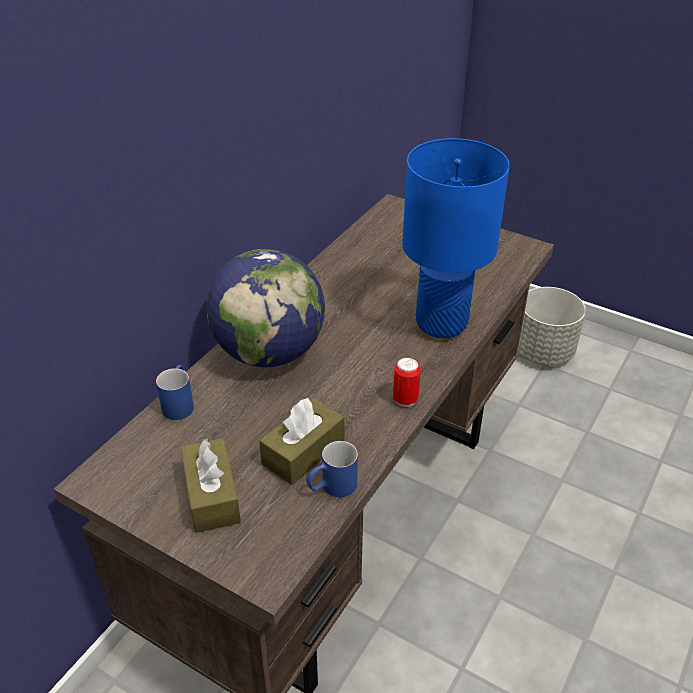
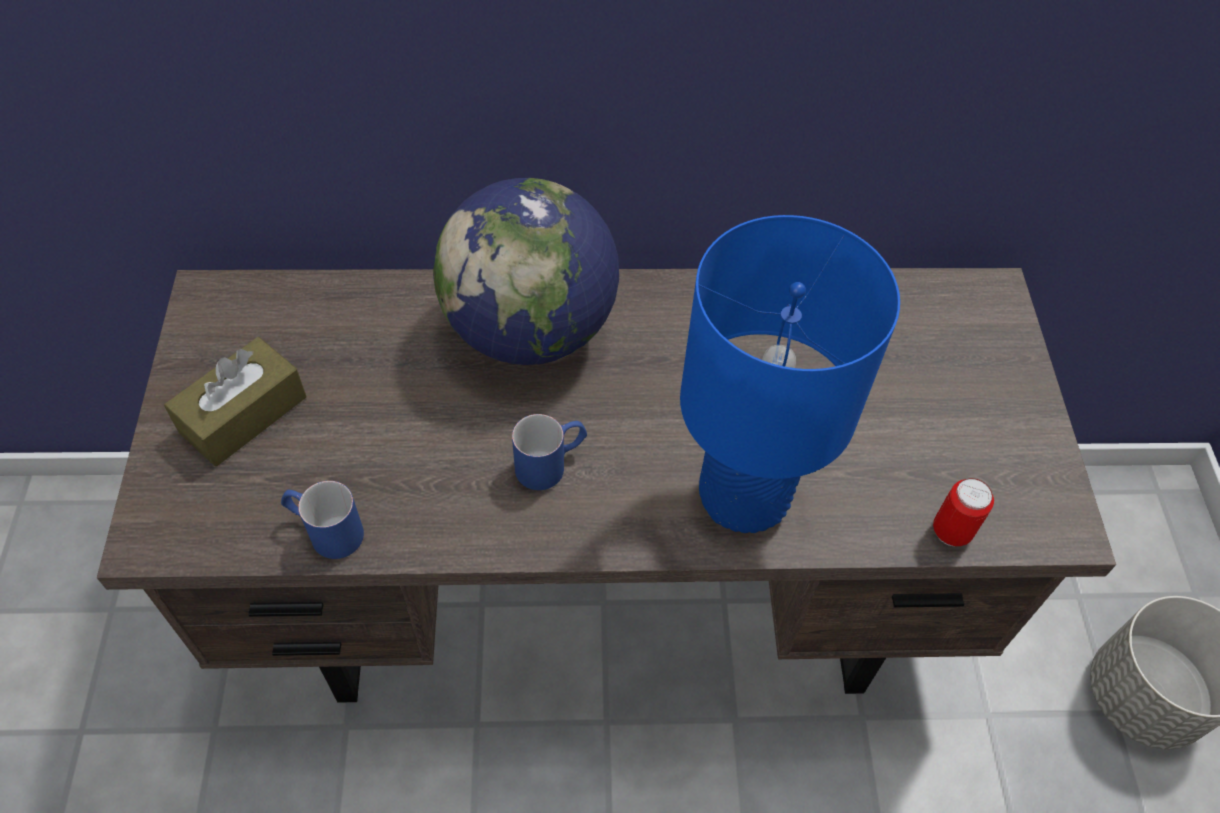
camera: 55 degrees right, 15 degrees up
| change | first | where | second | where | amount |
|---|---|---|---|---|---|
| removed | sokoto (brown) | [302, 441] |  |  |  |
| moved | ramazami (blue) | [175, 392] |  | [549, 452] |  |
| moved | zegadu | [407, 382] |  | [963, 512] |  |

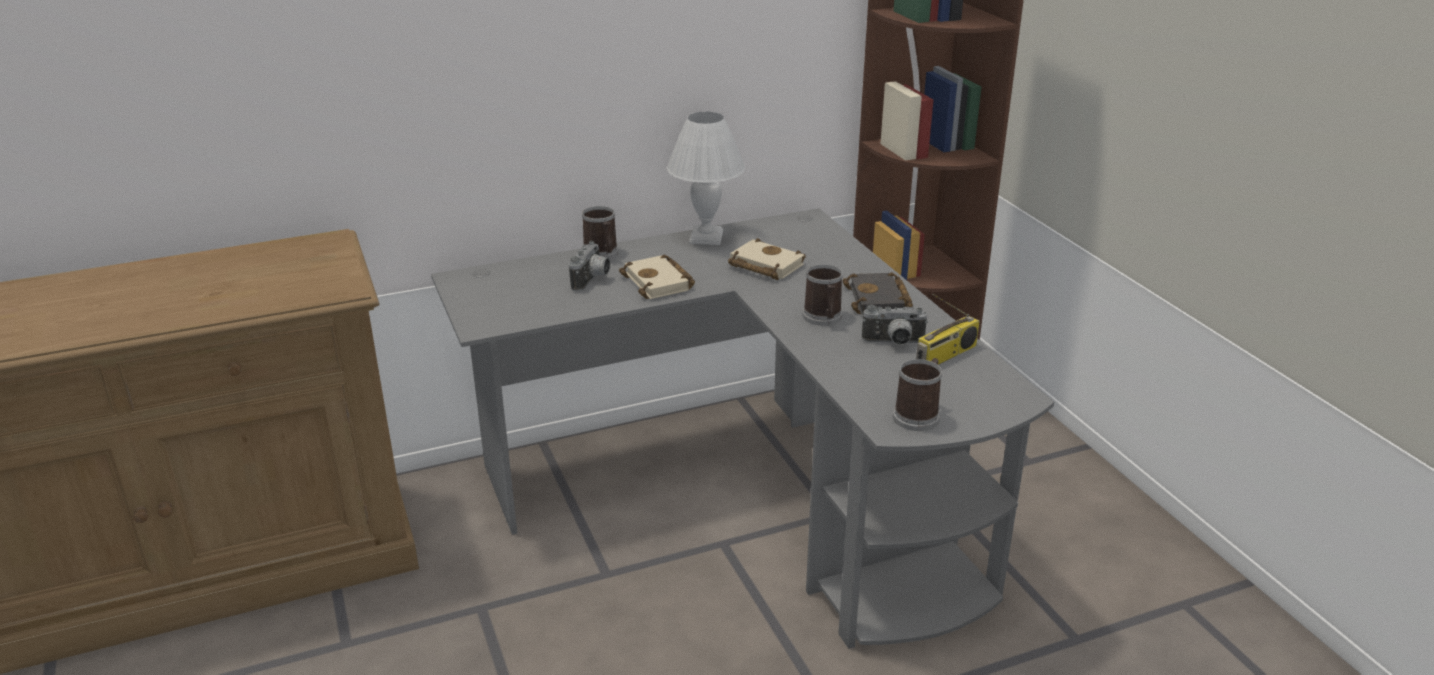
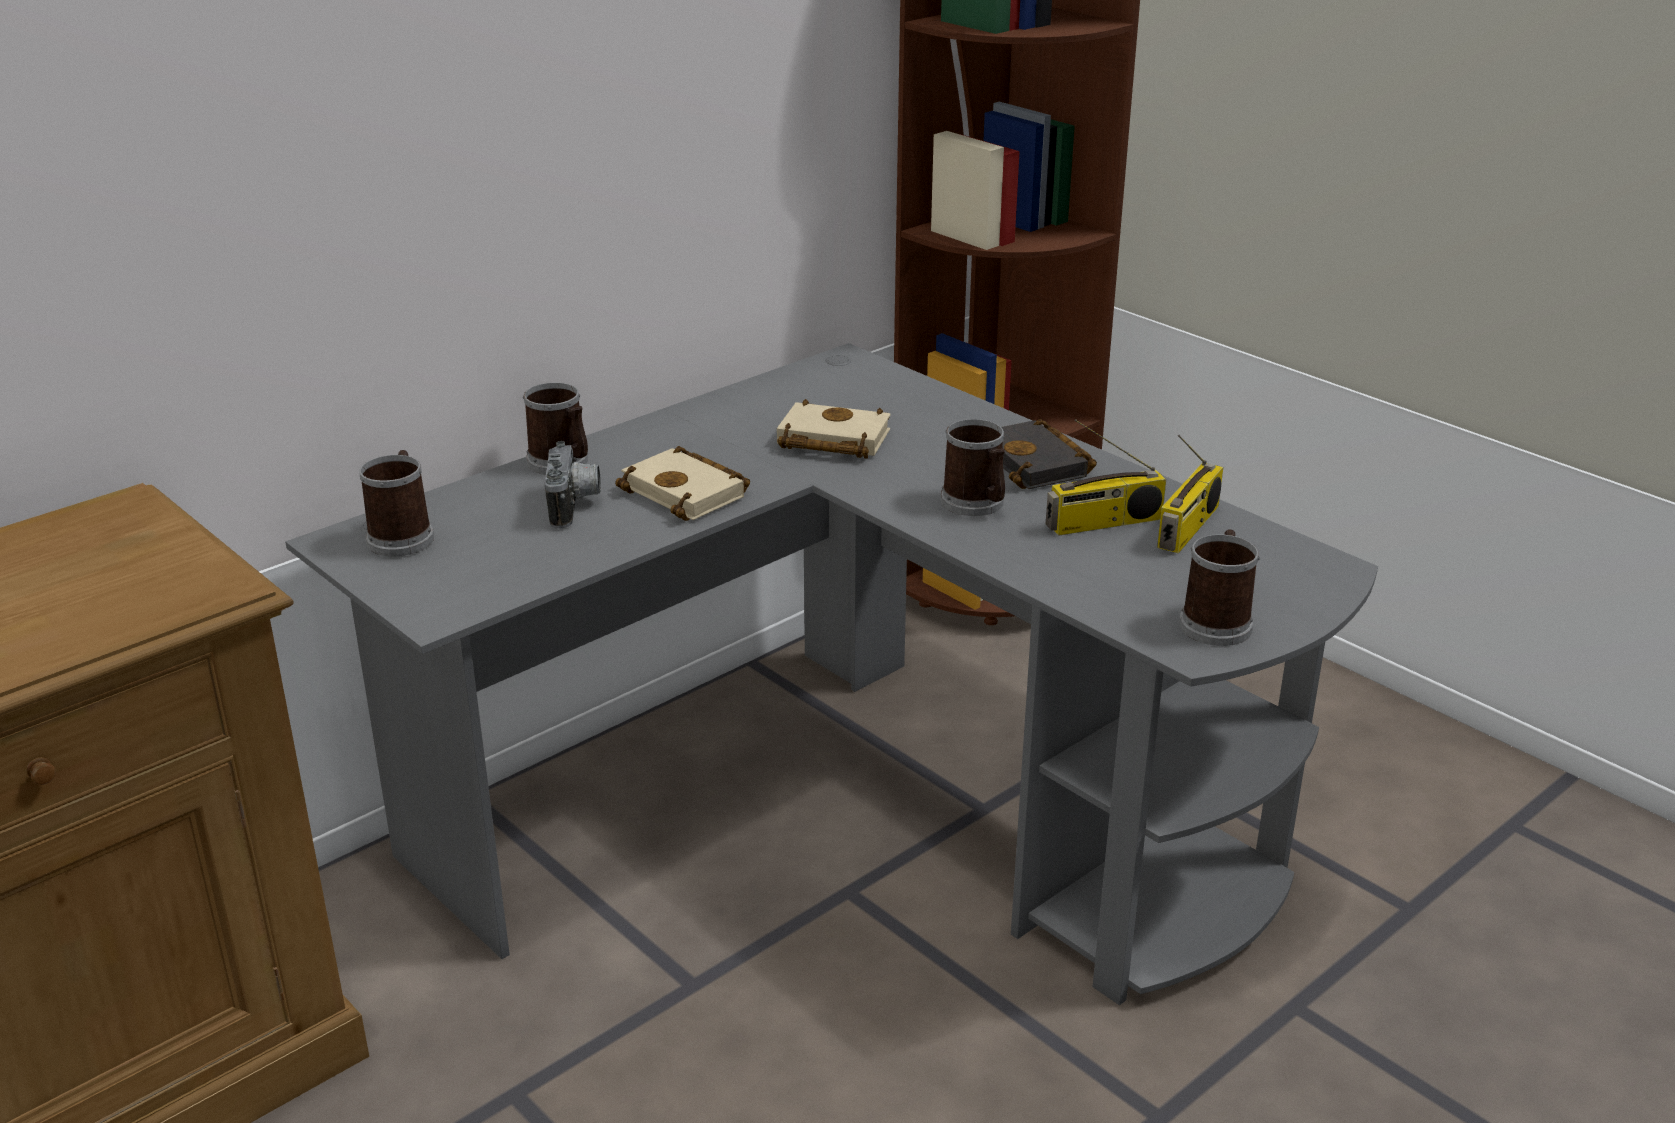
camera: 20 degrees left, 0 degrees up
| change | first | where | second | where | amount |
|---|---|---|---|---|---|
| removed | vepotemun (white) | [706, 178] |  |  |  |
| added |  |  | ramazami | [396, 503] |  |
| replaced | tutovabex | [895, 325] | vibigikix | [1106, 477] |  |

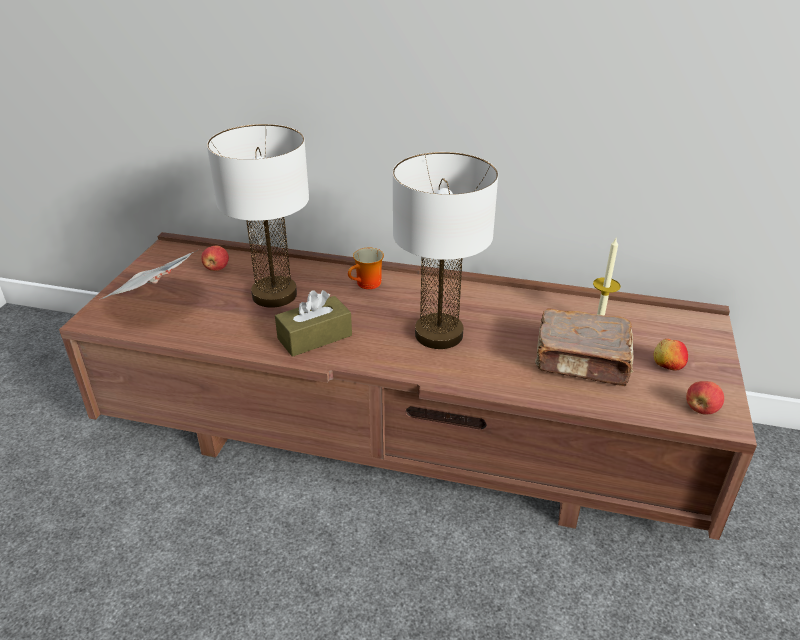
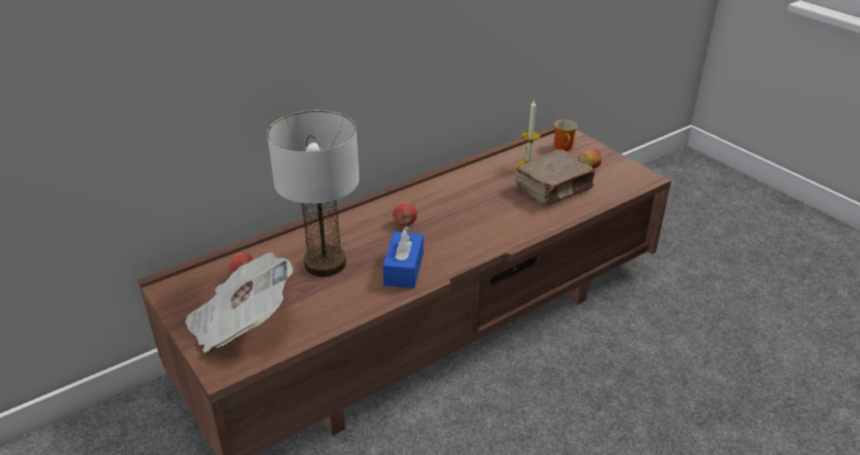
camera: 50 degrees left, 0 degrees up
| change | first | where | second | where | amount |
|---|---|---|---|---|---|
| removed | vepotemun | [445, 250] |  |  |  |
| moved | ramazami | [366, 268] |  | [566, 135] |  |
| moved | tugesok | [705, 398] |  | [405, 214] |  |
| recoloured | sokoto (brown) | [313, 323] | sokoto (blue) | [403, 257] |  |

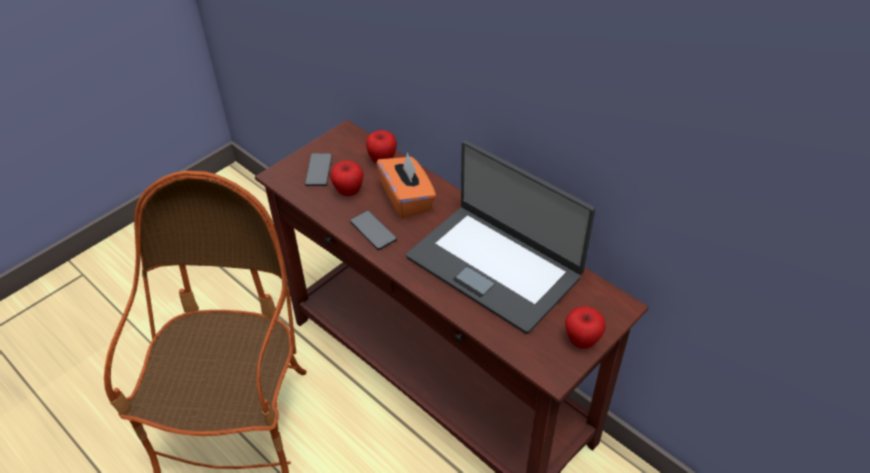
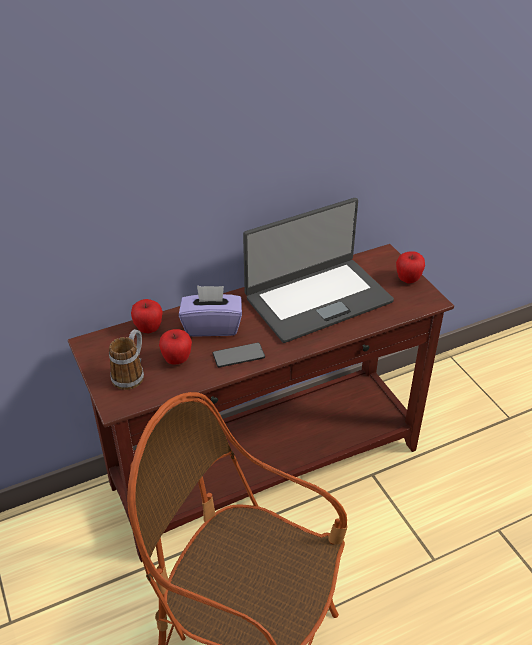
camera: 70 degrees left, 5 degrees down
| change | first | where | second | where | amount |
|---|---|---|---|---|---|
| replaced | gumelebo | [318, 169] | ramazami | [126, 359] |  |
| recoloured | sokoto (orange) | [406, 185] | sokoto (purple) | [210, 311] |  |

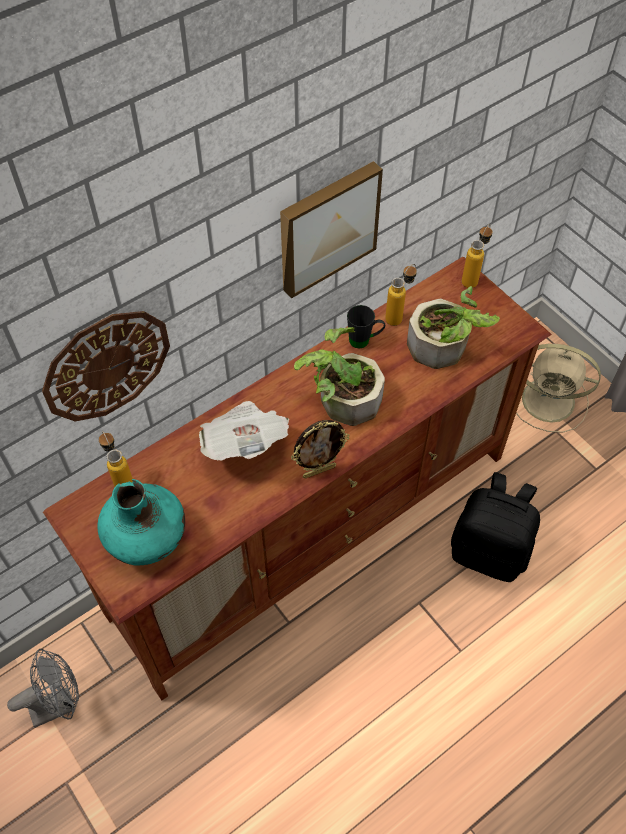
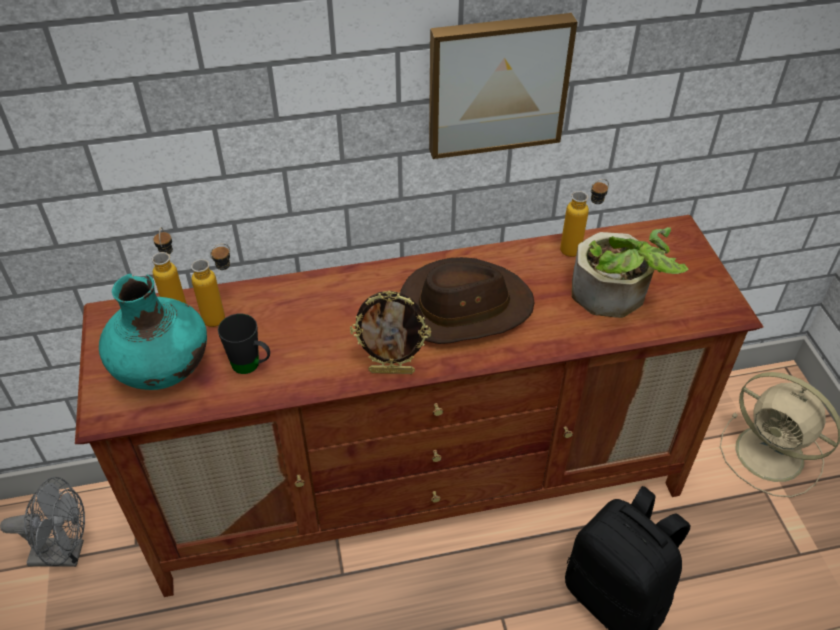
camera: 25 degrees right, 10 degrees down
| change | first | where | second | where | amount |
|---|---|---|---|---|---|
| removed | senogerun | [106, 366] |  |  |  |
| removed | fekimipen | [244, 431] |  |  |  |
| moved | ramazami (black) | [366, 326] |  | [244, 344] |  |
| moved | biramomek | [477, 256] |  | [210, 285] |  |
| replaced | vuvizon | [339, 376] | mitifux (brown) | [467, 300] |  |

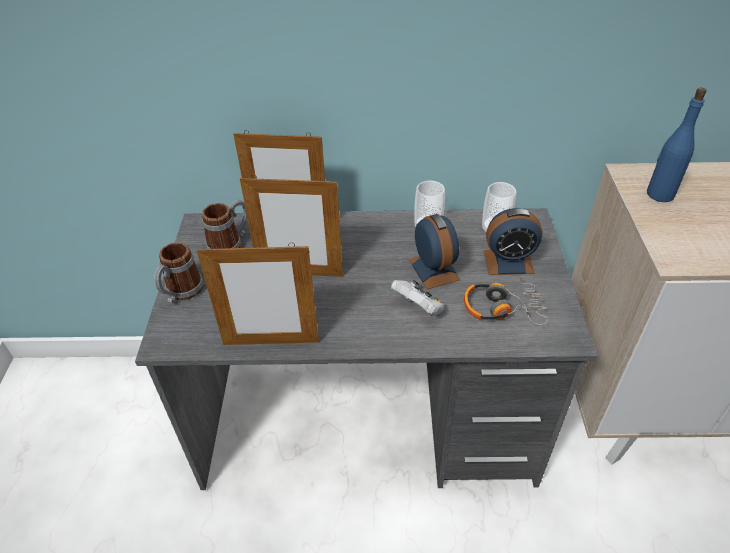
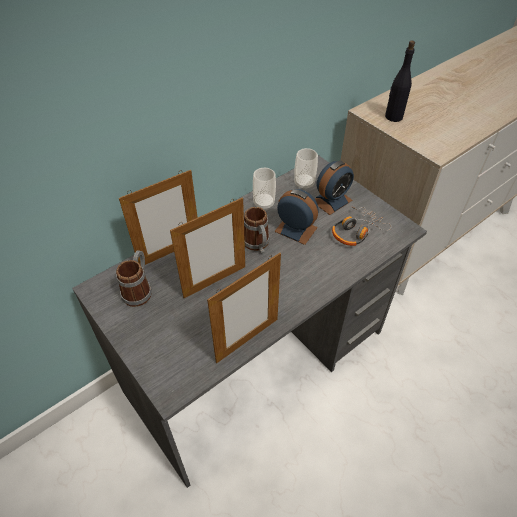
camera: 40 degrees left, 5 degrees up
| change | first | where | second | where | amount |
|---|---|---|---|---|---|
| removed | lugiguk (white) | [417, 298] |  |  |  |
| moved | ramazami | [178, 273] |  | [257, 230] |  |
| recoloured | biramomek (blue) | [677, 145] | biramomek (black) | [400, 81] |  |

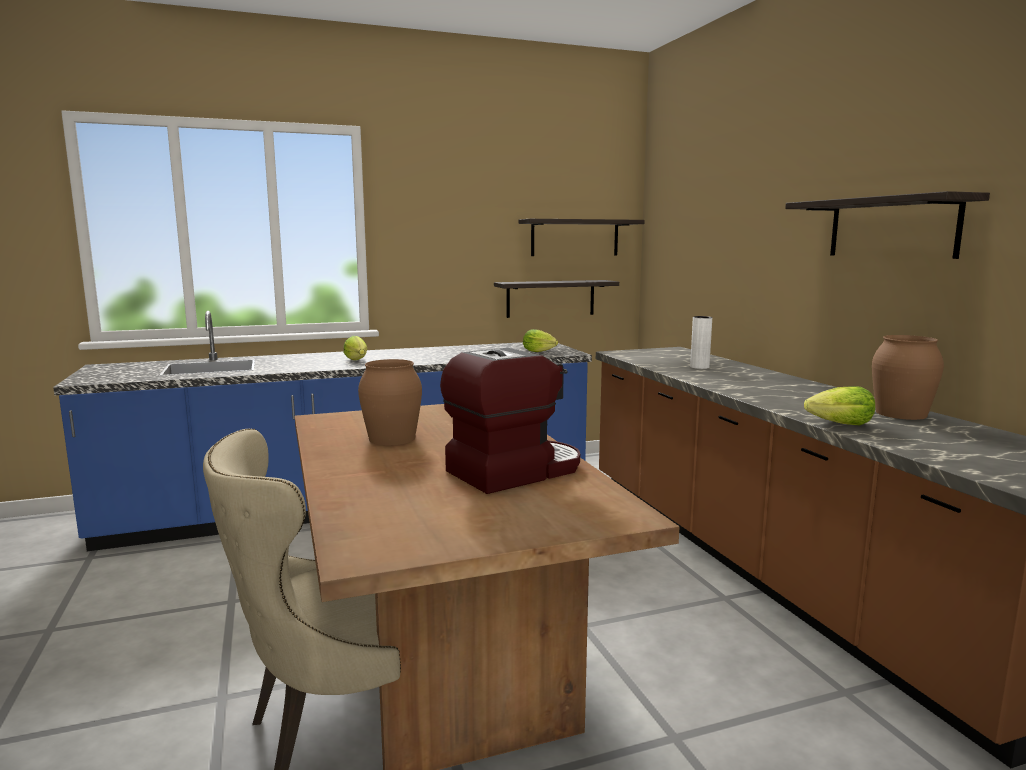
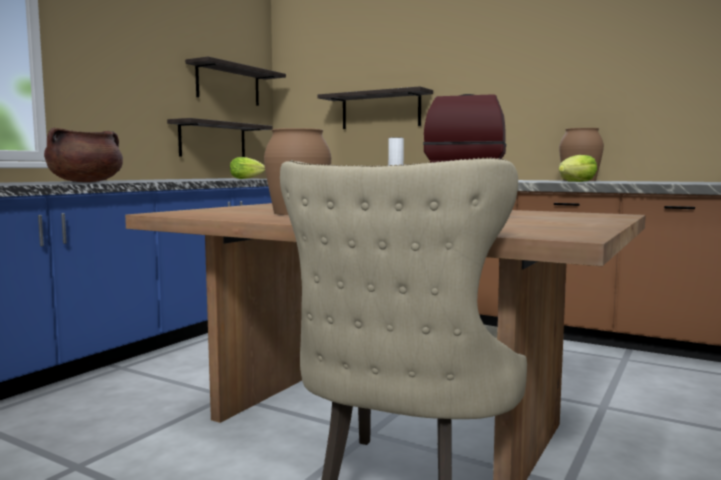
camera: 40 degrees left, 5 degrees down
| change | first | where | second | where | amount |
|---|---|---|---|---|---|
| moved | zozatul | [887, 225] |  | [375, 107] |  |
| replaced | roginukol | [355, 348] | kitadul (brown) | [83, 155] |  |

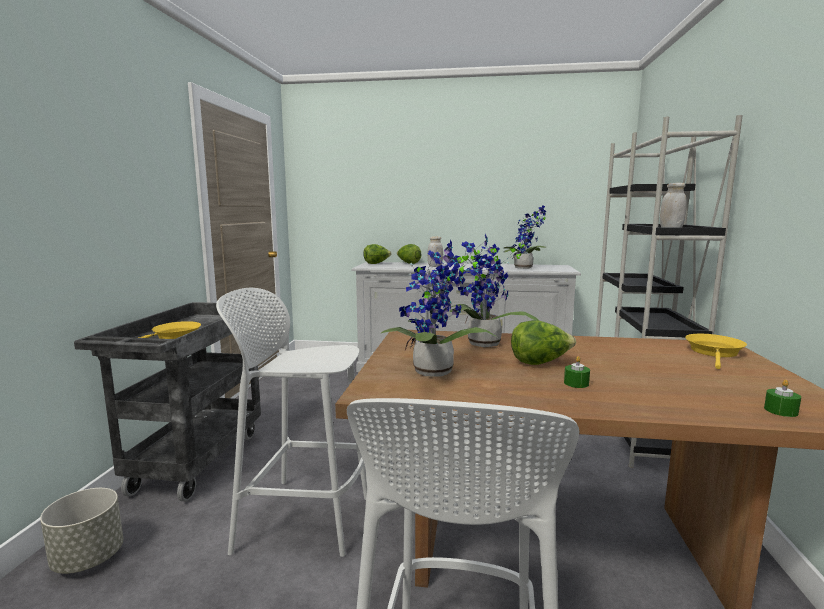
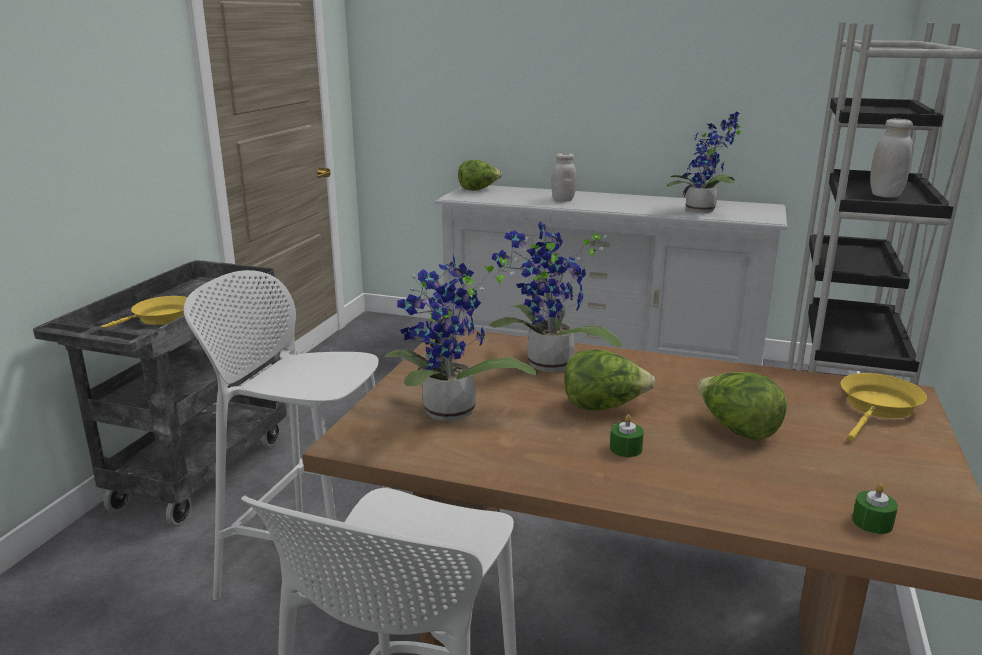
camera: 10 degrees right, 10 degrees up
| change | first | where | second | where | amount |
|---|---|---|---|---|---|
| removed | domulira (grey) | [81, 531] |  |  |  |
| moved | roginukol | [409, 254] |  | [742, 406] |  |

